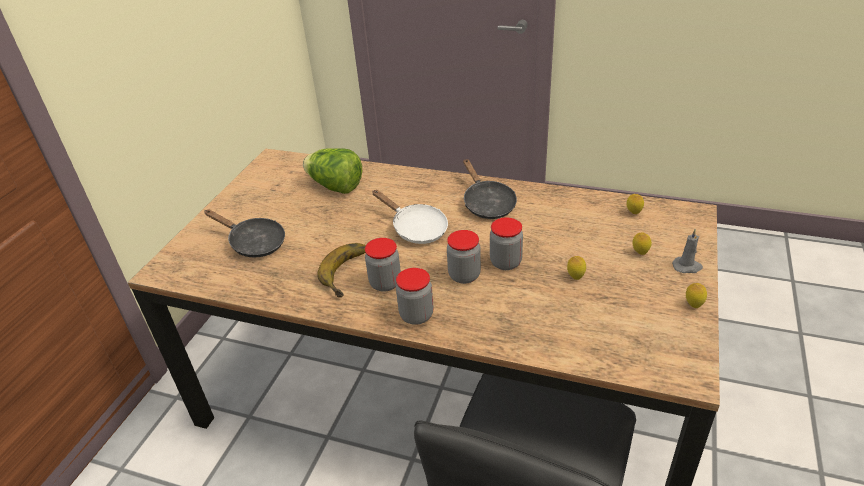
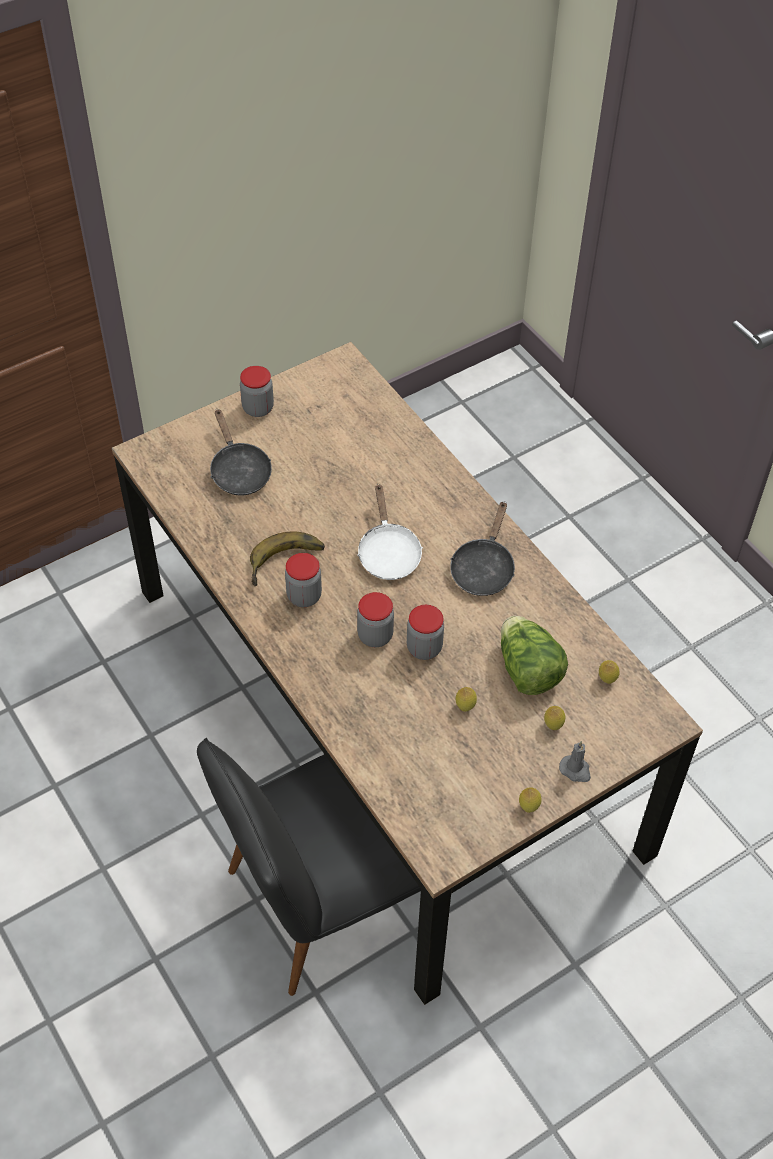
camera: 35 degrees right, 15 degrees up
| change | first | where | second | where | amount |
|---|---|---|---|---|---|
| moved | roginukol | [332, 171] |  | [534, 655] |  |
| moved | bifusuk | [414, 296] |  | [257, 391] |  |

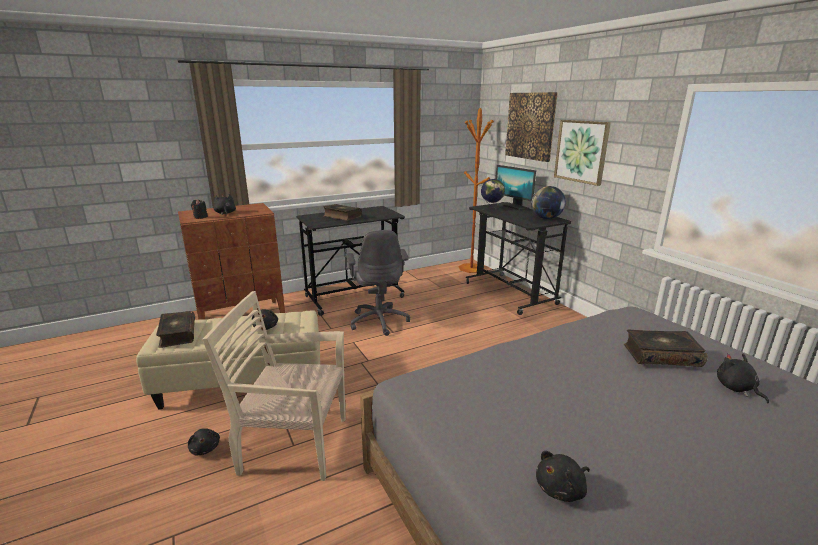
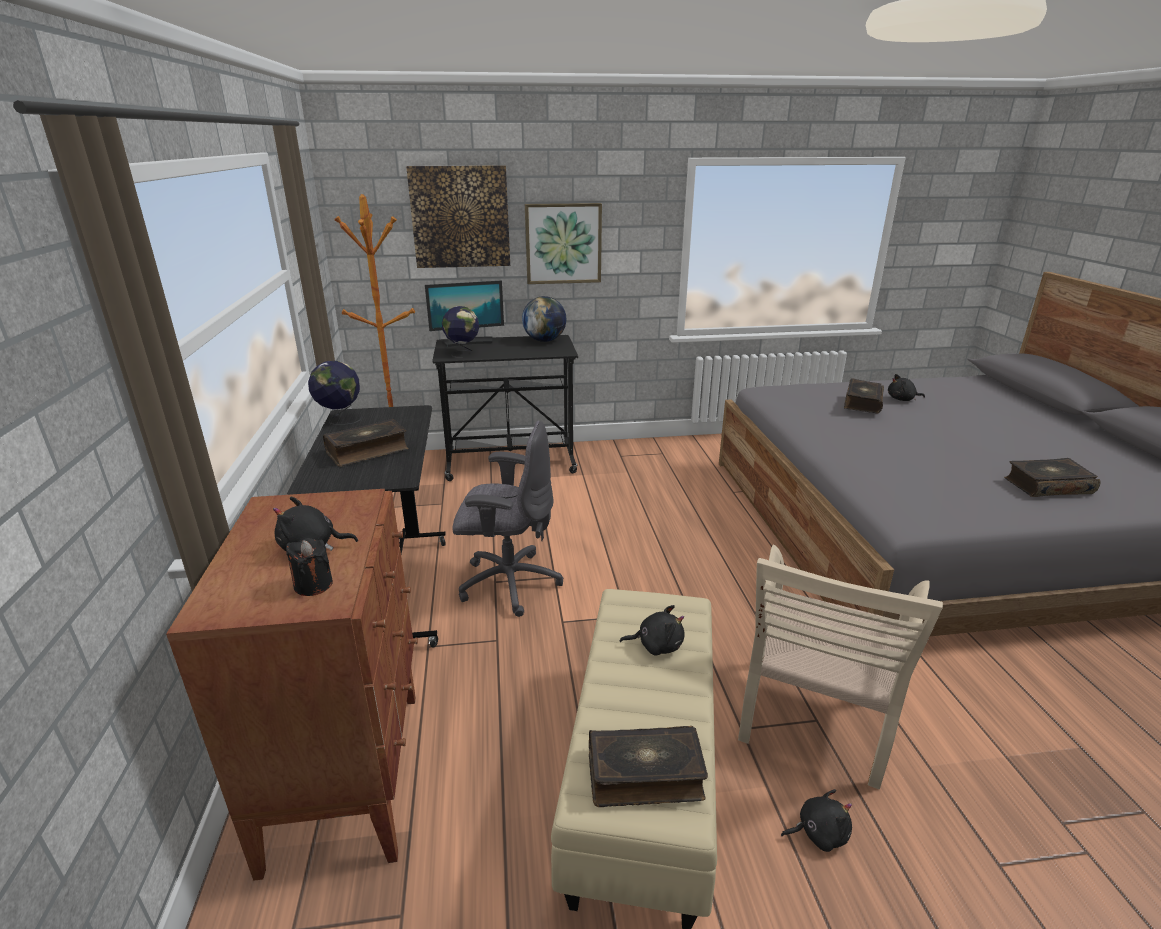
camera: 70 degrees left, 5 degrees up
| change | first | where | second | where | amount |
|---|---|---|---|---|---|
| added |  |  | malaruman | [335, 393] |  |
| replaced | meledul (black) | [563, 476] | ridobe | [1052, 477] |  |

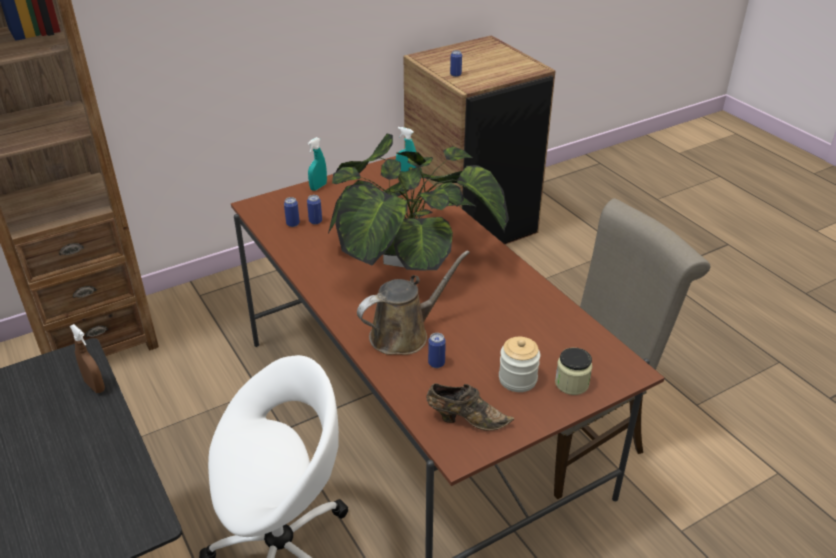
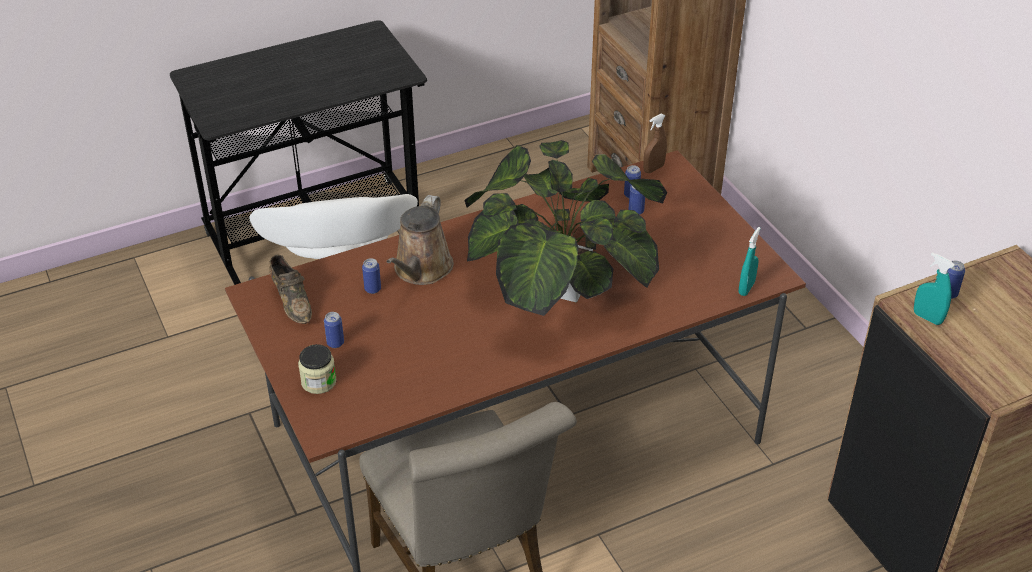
camera: 95 degrees right, 5 degrees up
| change | first | where | second | where | amount |
|---|---|---|---|---|---|
| moved | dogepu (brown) | [87, 358] |  | [655, 143] |  |
| moved | dogepu (turquoise) | [317, 164] |  | [934, 288] |  |
| replaced | bifusuk | [519, 364] | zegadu | [334, 330] |  |
| turned | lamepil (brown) | [413, 302] |  | [420, 240] | 45 degrees clockwise |
| turned | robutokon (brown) | [470, 407] |  | [290, 289] | 45 degrees counterclockwise |

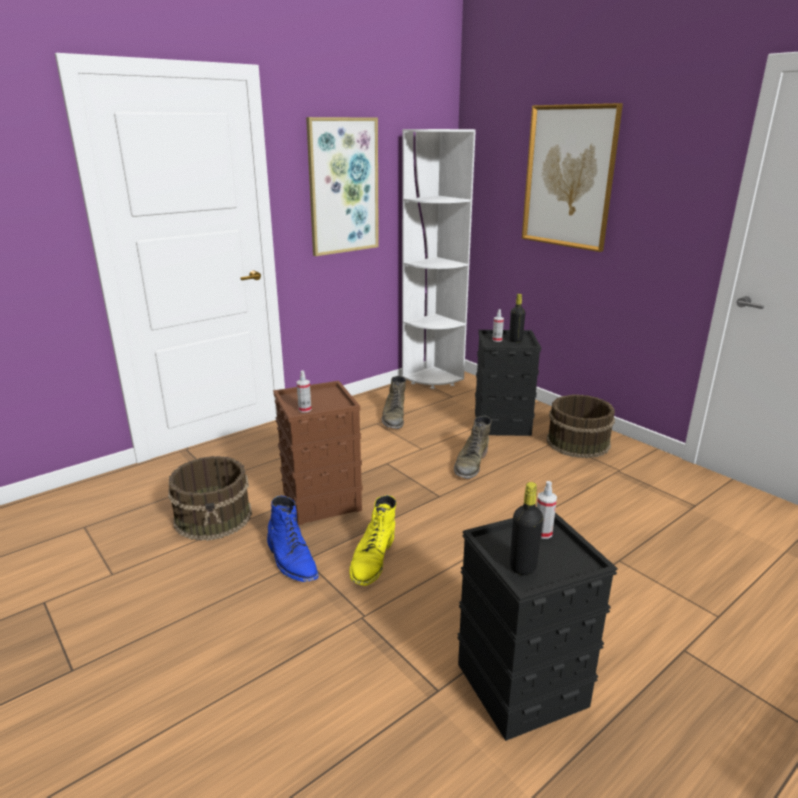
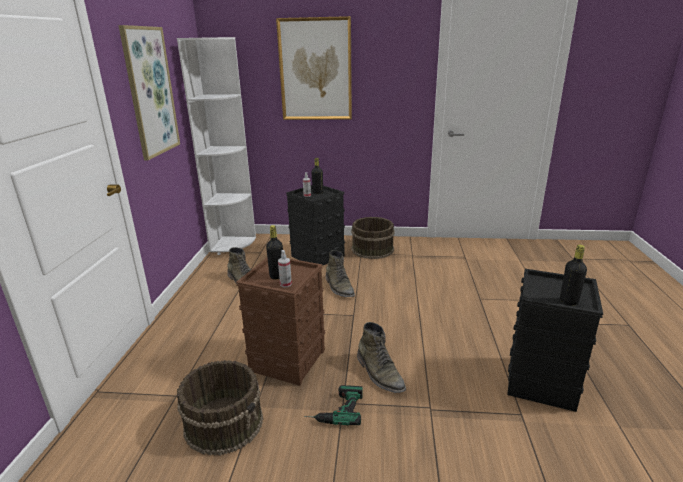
camera: 45 degrees left, 0 degrees up
| change | first | where | second | where | amount |
|---|---|---|---|---|---|
| removed | dogepu | [547, 510] |  |  |  |
| added |  |  | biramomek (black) | [274, 252] |  |
| replaced | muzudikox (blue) | [293, 538] | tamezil | [333, 405] |  |
| recoloured | muzudikox (yellow) | [373, 540] | muzudikox (green) | [381, 357] |  |

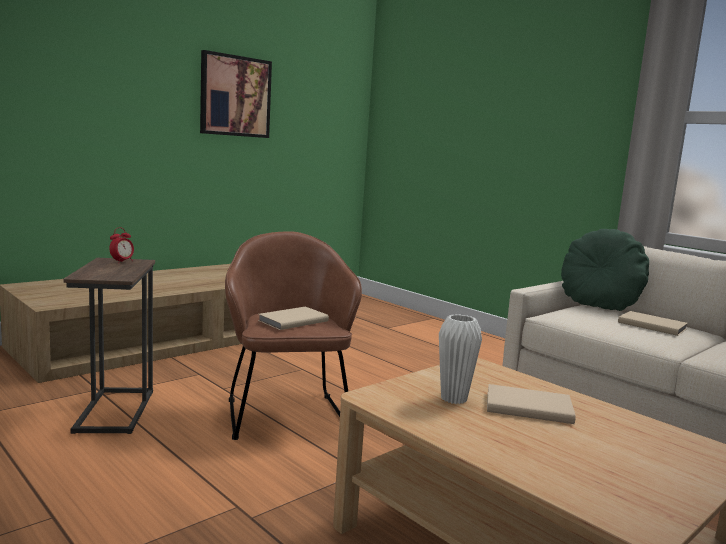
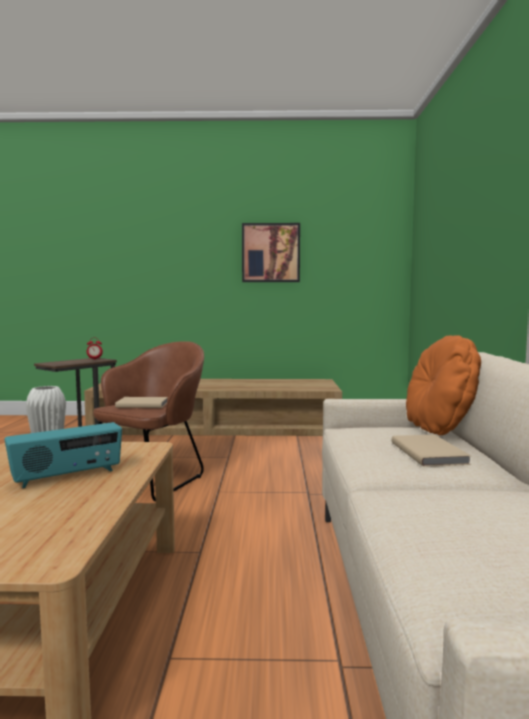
camera: 45 degrees right, 5 degrees down
| change | first | where | second | where | amount |
|---|---|---|---|---|---|
| replaced | ridobe (beige) | [531, 404] | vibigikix | [63, 455] |  |
| recoloured | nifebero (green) | [605, 270] | nifebero (orange) | [443, 385] |  |

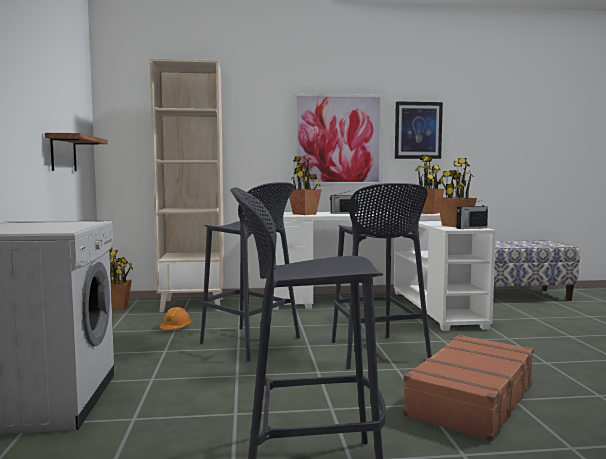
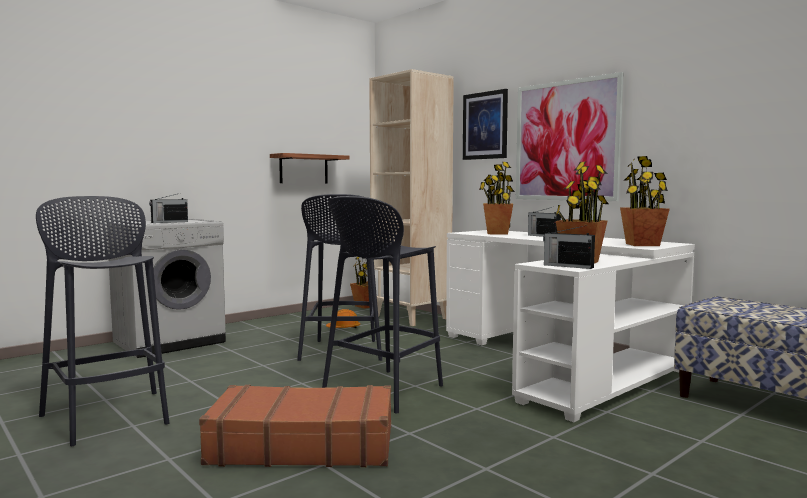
camera: 55 degrees right, 0 degrees up
| change | first | where | second | where | amount |
|---|---|---|---|---|---|
| added |  |  | vibigikix | [168, 208] |  |
| moved | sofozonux | [419, 130] |  | [485, 124] |  |

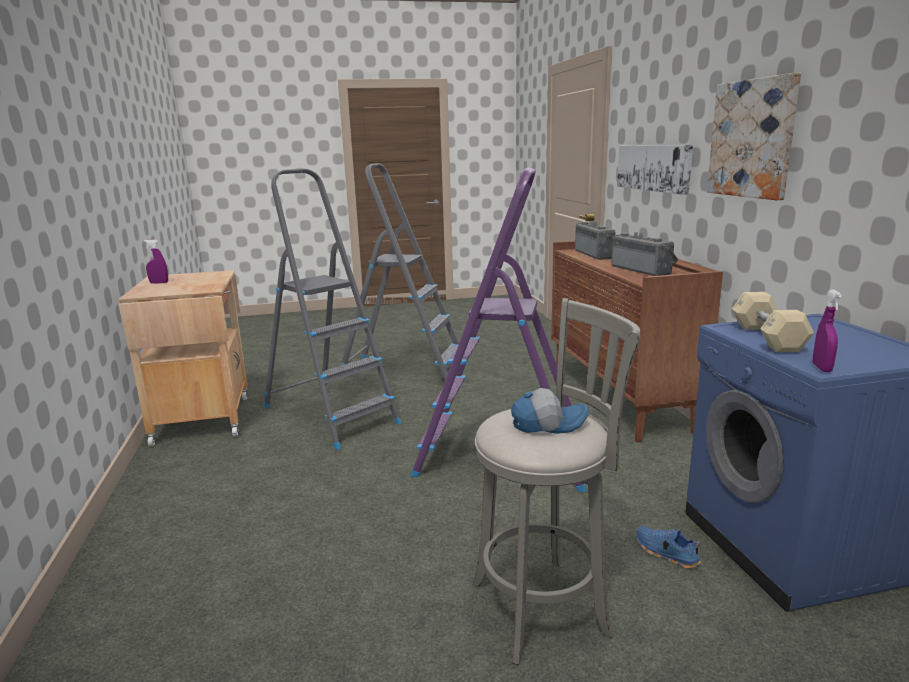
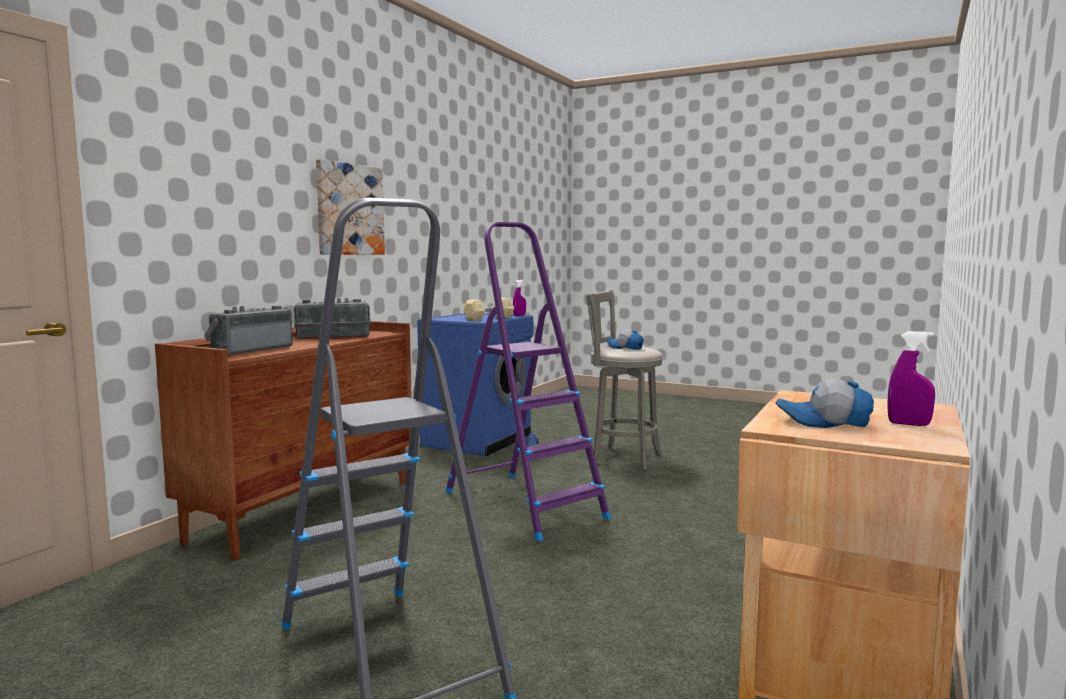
camera: 140 degrees left, 10 degrees down
| change | first | where | second | where | amount |
|---|---|---|---|---|---|
| removed | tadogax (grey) | [332, 309] |  |  |  |
| removed | sofozonux | [655, 170] |  |  |  |
| added |  |  | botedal | [825, 403] |  |
| turned | vibigikix | [644, 254] |  | [332, 318] | 120 degrees counterclockwise |

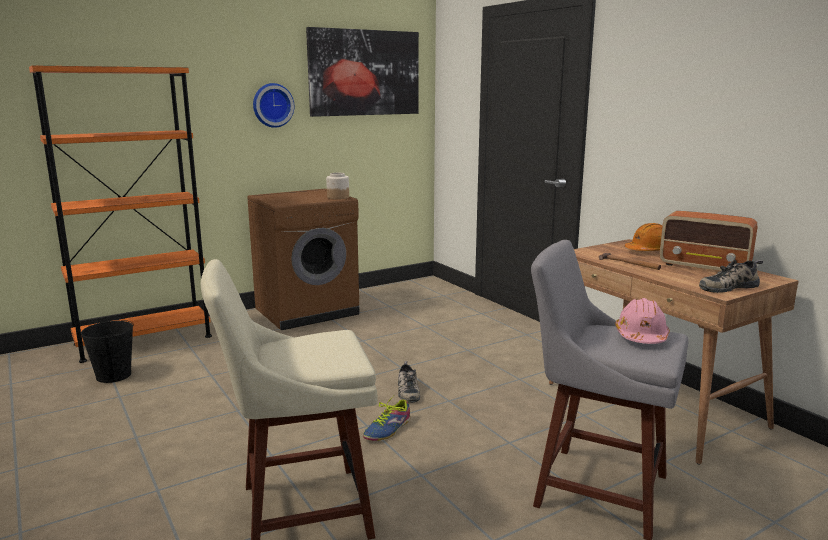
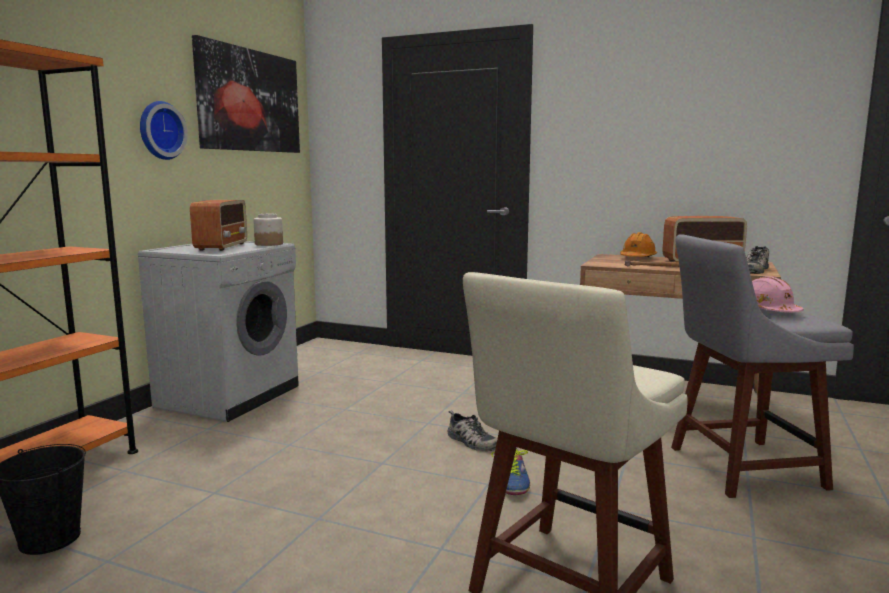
camera: 35 degrees left, 5 degrees down
| change | first | where | second | where | amount |
|---|---|---|---|---|---|
| added |  |  | vibigikix | [218, 225] |  |
| recoloured | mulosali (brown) | [303, 259] | mulosali (white) | [218, 331] |  |

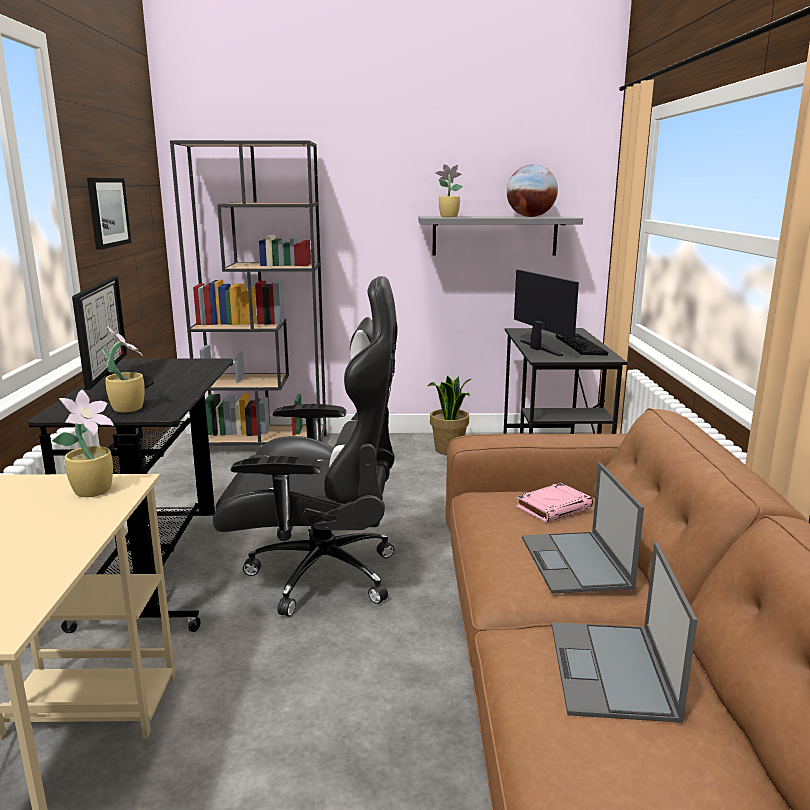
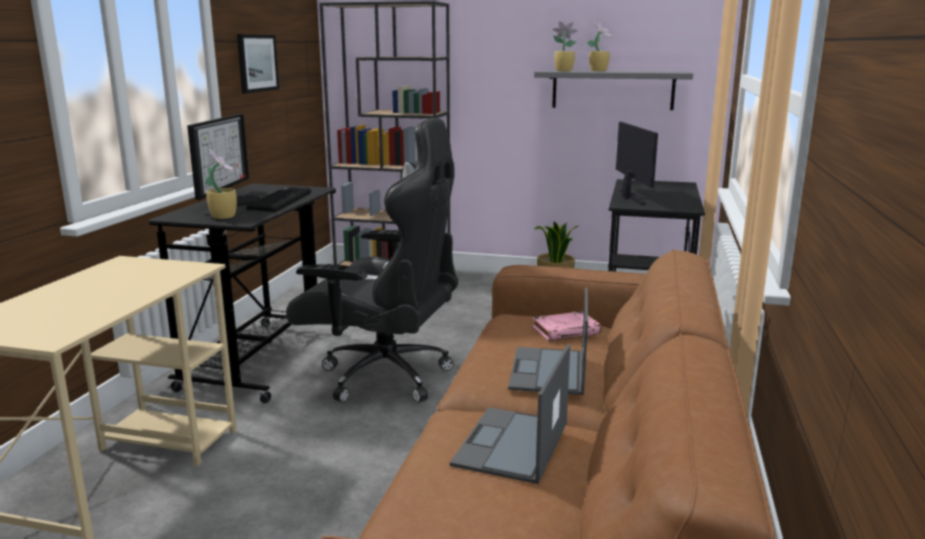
camera: 15 degrees right, 0 degrees up
| change | first | where | second | where | amount |
|---|---|---|---|---|---|
| removed | malaruman | [532, 190] |  |  |  |
| moved | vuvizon | [83, 443] |  | [600, 46] |  |
| moved | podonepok | [582, 345] |  | [279, 199] |  |

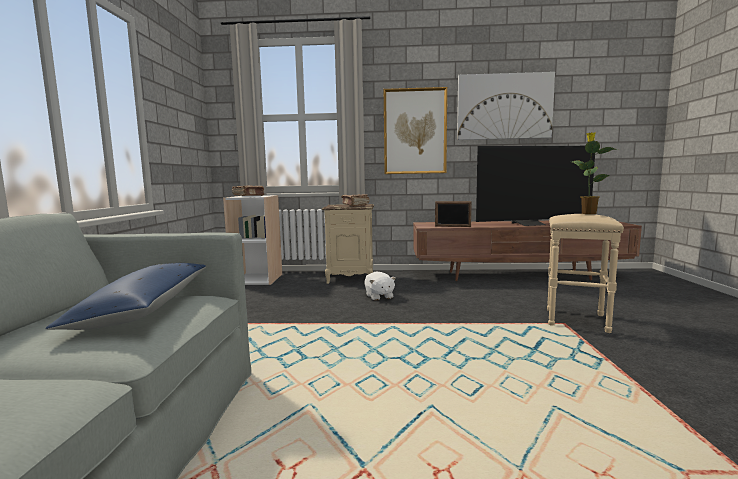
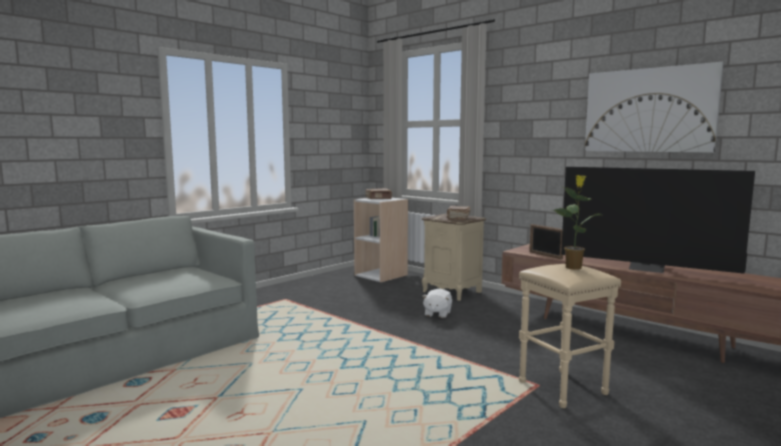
camera: 40 degrees right, 0 degrees up
| change | first | where | second | where | amount |
|---|---|---|---|---|---|
| removed | nifebero (blue) | [125, 296] |  |  |  |
| removed | sofozonux | [415, 130] |  |  |  |

